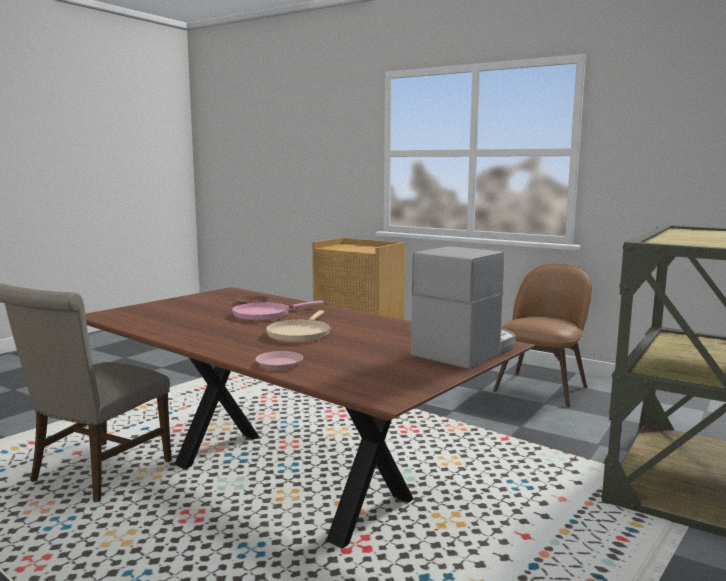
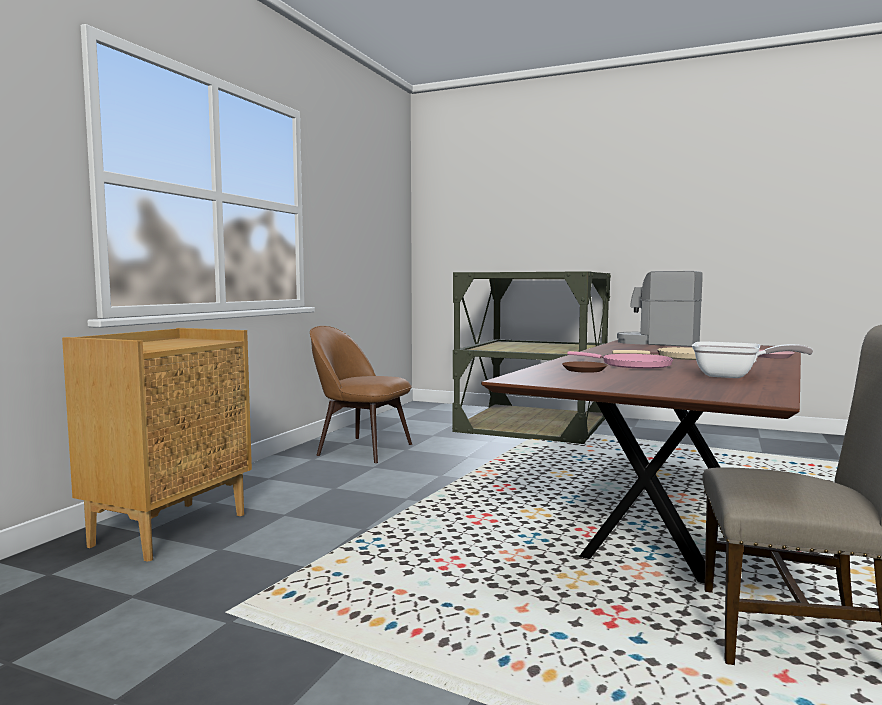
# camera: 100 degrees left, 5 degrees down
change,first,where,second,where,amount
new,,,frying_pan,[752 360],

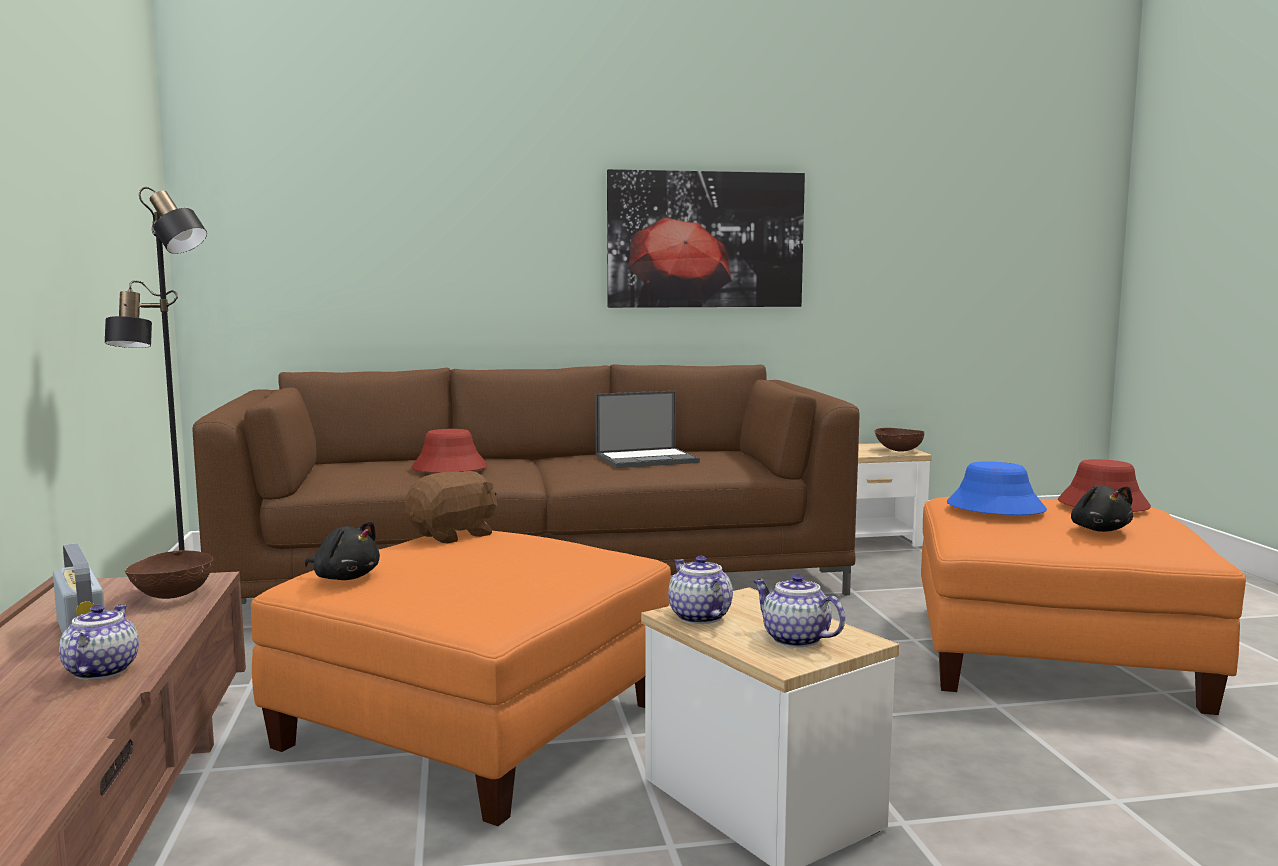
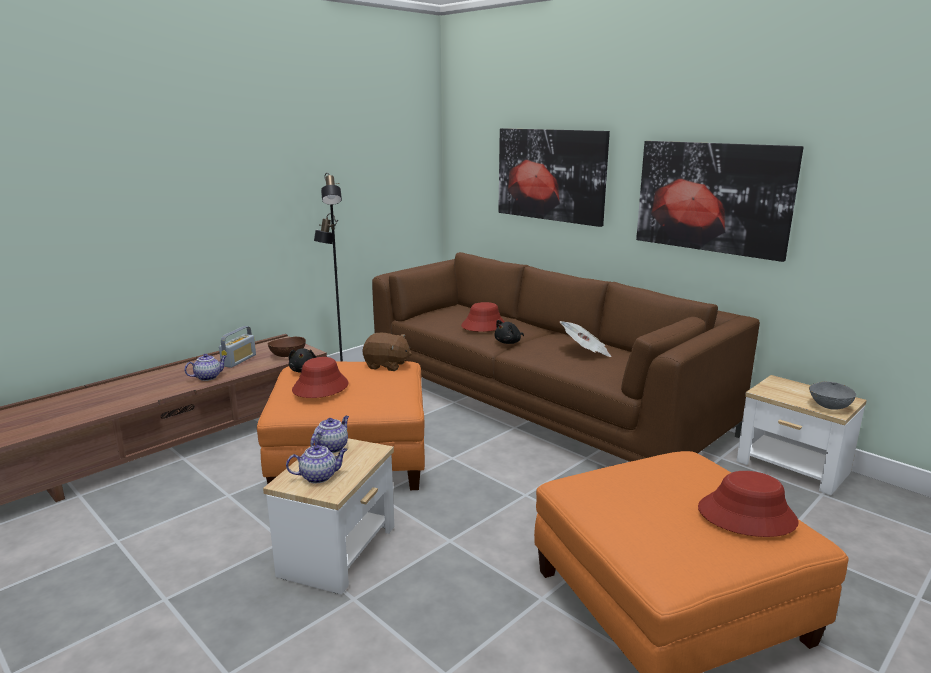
# camera: 55 degrees right, 10 degrees up
change,first,where,second,where,amount
gone,blue_hat,[997 488],,,
new,,,red_hat,[320 377],
new,,,picture,[554 177],
shifted,black_plush_toy,[1102 509],,[509 332],
swapped,laptop,[647 429],newspaper,[585 339],
repainted,brown_bowl,[899 440],grey_bowl,[832 395],
rotated,teapot,[799 611],,[316 464],60 degrees clockwise

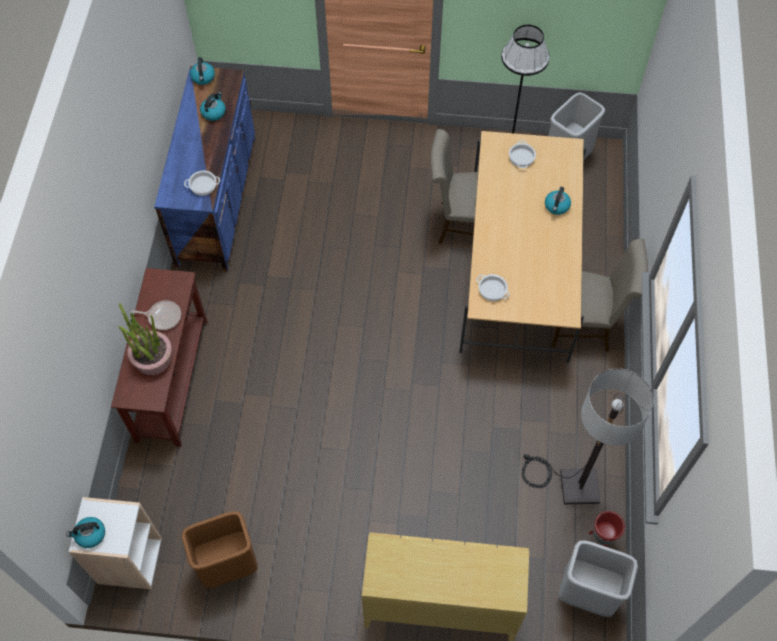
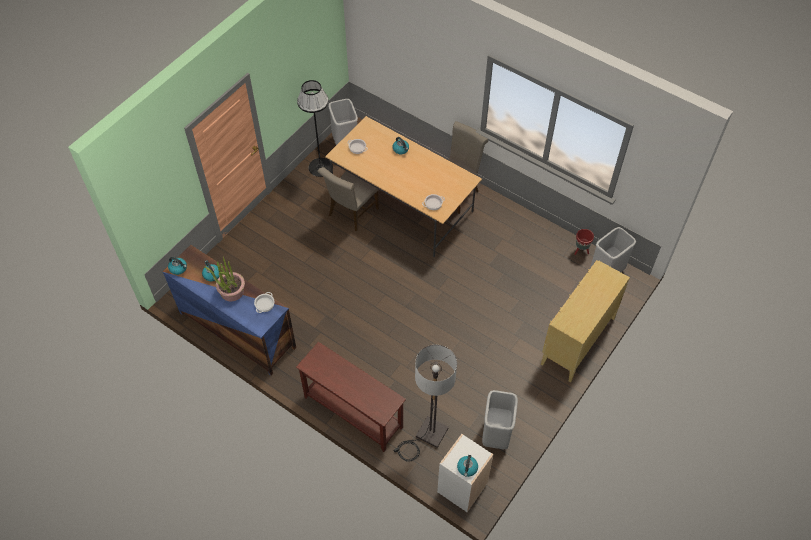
# camera: 60 degrees left, 5 degrees down
change,first,where,second,where,amount
gone,frying_pan,[156 315],,,
shifted,potted_plant,[145 339],,[224 279],
shifted,floor_lamp,[588 436],,[425 403],
repainted,brown_trash_can,[219 549],grey_trash_can,[500 419],

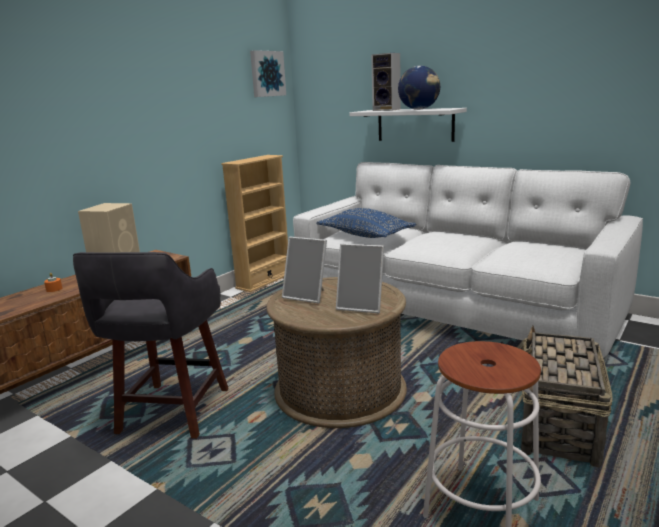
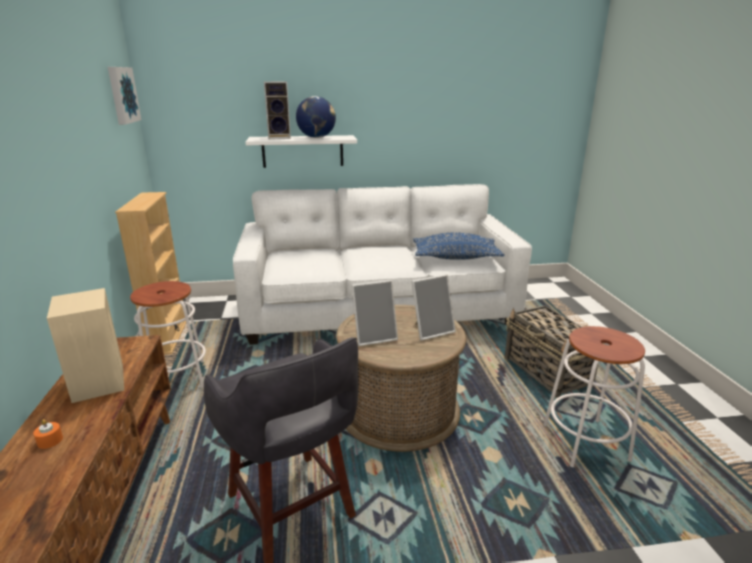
# camera: 45 degrees left, 5 degrees up
change,first,where,second,where,amount
new,,,white_stool,[168 334],
shifted,blue_pillow,[366 223],,[459 245],

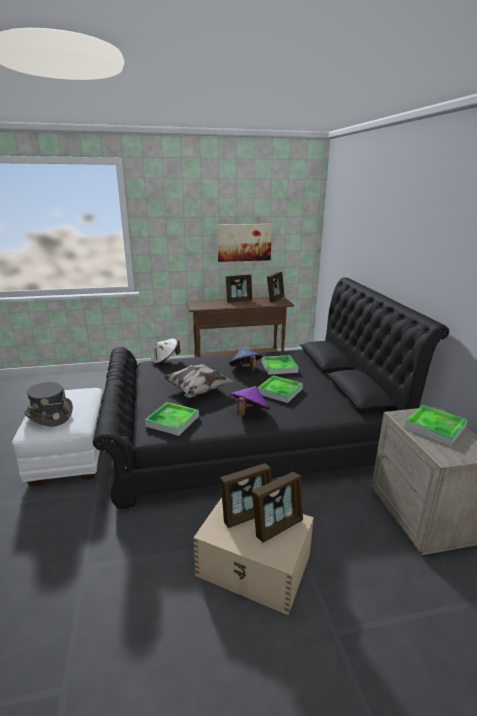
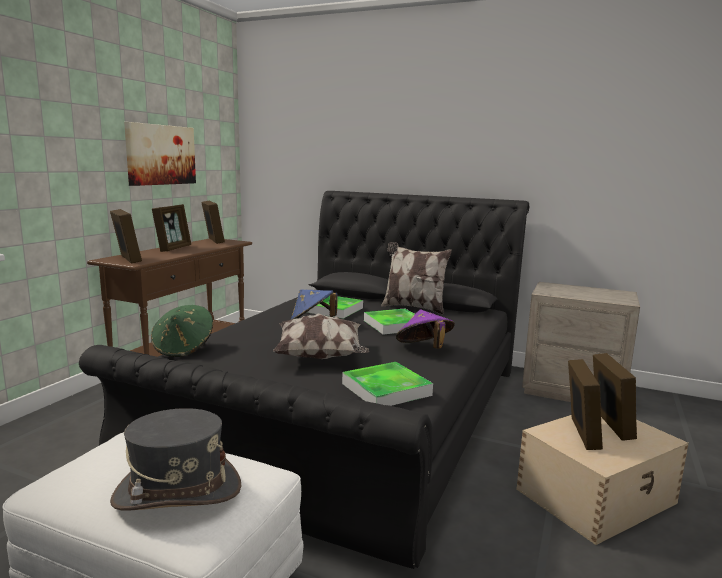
# camera: 55 degrees left, 10 degrees down
change,first,where,second,where,amount
gone,tray,[436 425],,,
new,,,picture_frame,[126 236],
new,,,pillow,[416 278],
repainted,white_hat,[166 352],green_hat,[182 331],

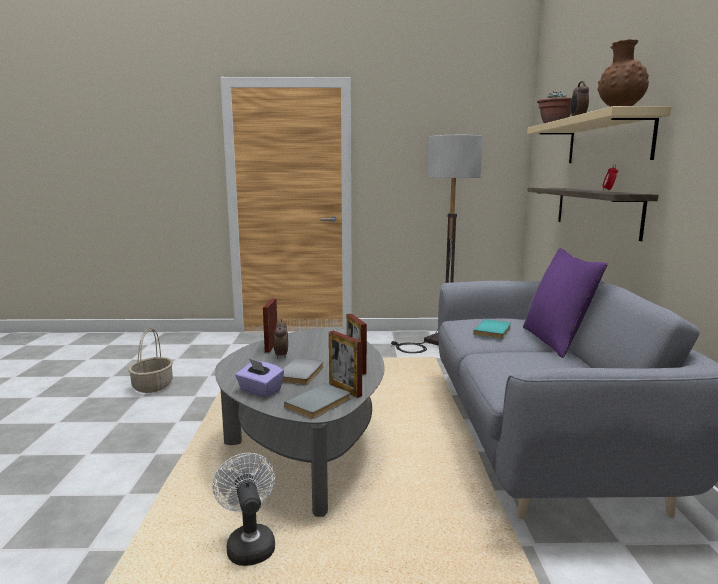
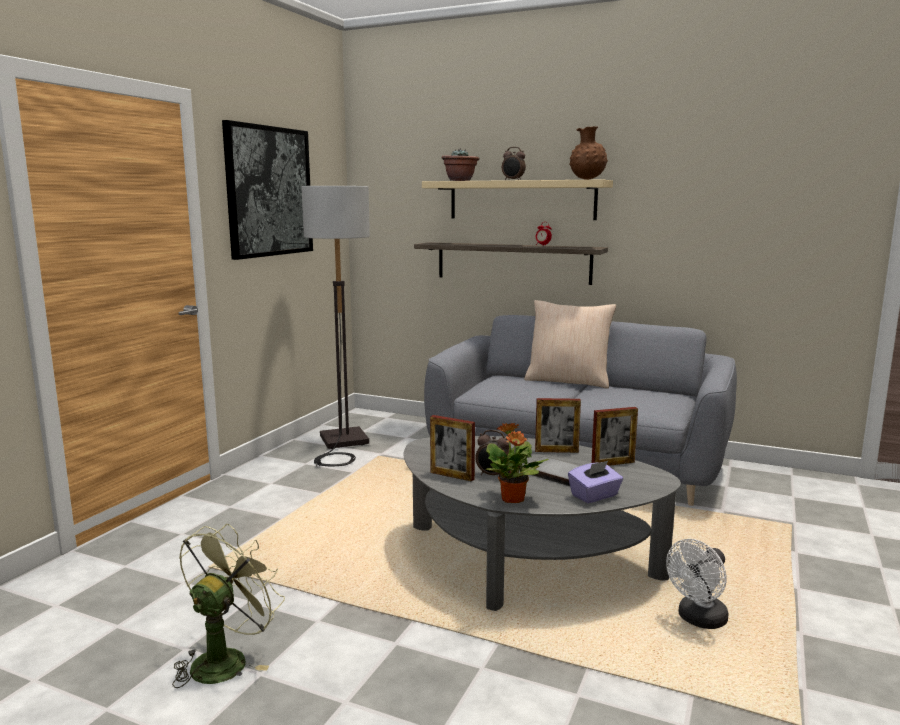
# camera: 65 degrees left, 0 degrees up
change,first,where,second,where,amount
gone,grey_book,[317 401],,,
gone,turquoise_book,[492 329],,,
new,,,picture,[267 190],
new,,,potted_plant,[517 463],
swapped,basket,[150 360],green_fan,[228 606],
repainted,purple_pillow,[565 303],beige_pillow,[570 344],
rotated,white_fan,[244 509],,[697 584],45 degrees counterclockwise

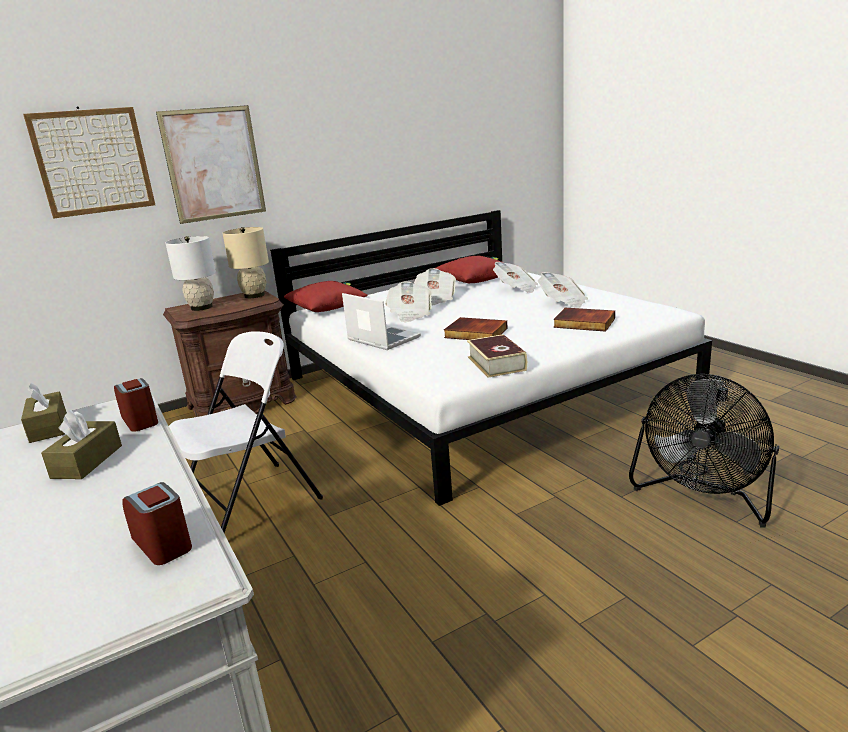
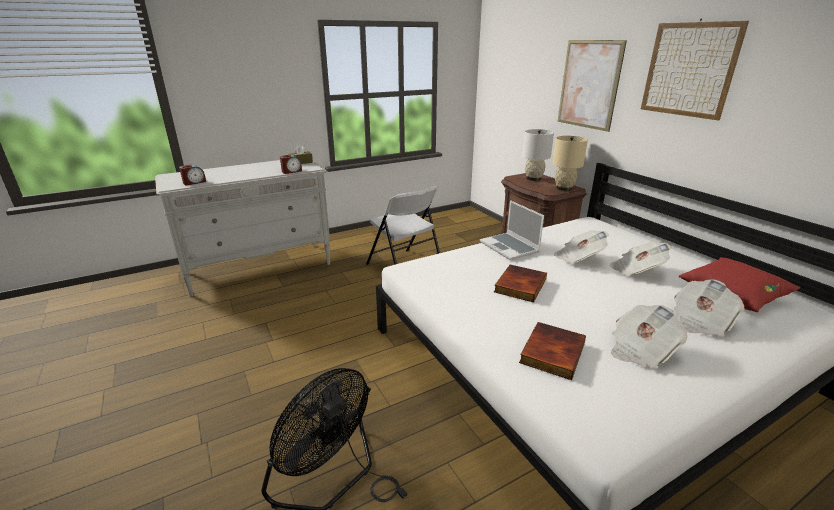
# camera: 90 degrees right, 5 degrees up
change,first,where,second,where,amount
gone,brown_tissue_box,[81 444],,,
gone,red_pillow,[325 296],,,
gone,book,[497 356],,,
shifted,picture,[89 162],,[695 69],
rotated,laptop,[381 321],,[512 230],105 degrees clockwise

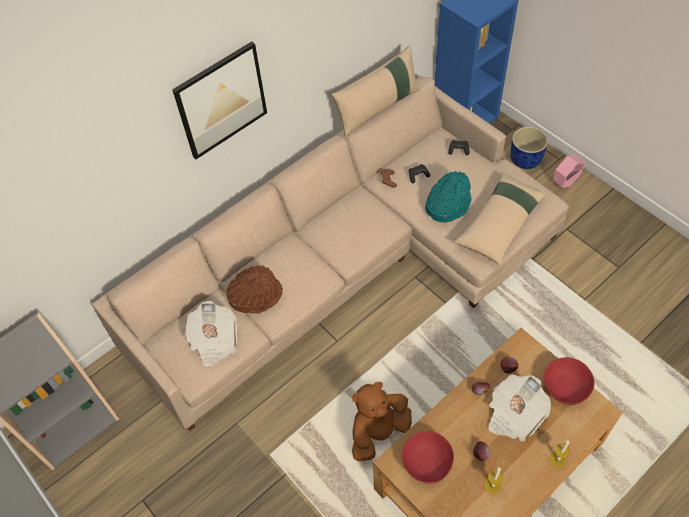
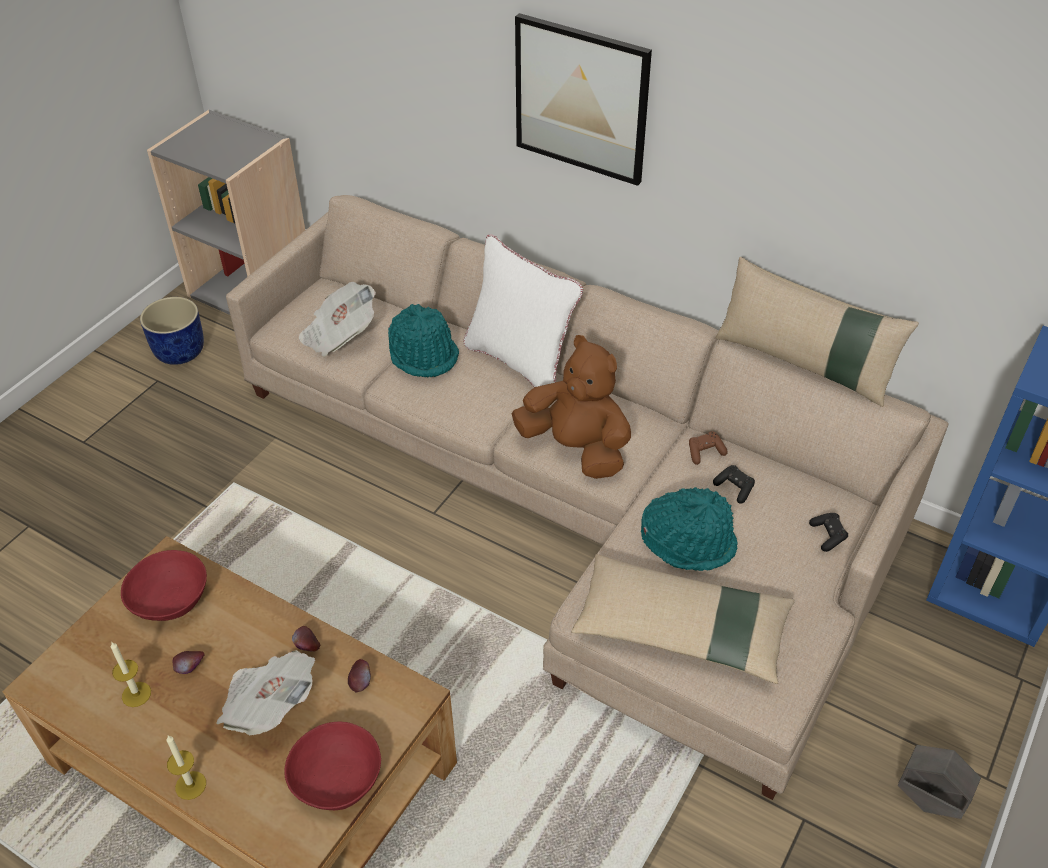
# camera: 70 degrees right, 10 degrees down
change,first,where,second,where,amount
new,,,white_pillow,[523 310],
shifted,brown_plush_toy,[382 421],,[571 407],
shifted,blue_planter,[529 148],,[172 331],
repainted,brown_hat,[254 289],turquoise_hat,[423 340],
repainted,pink_planter,[569 171],grey_planter,[939 782],

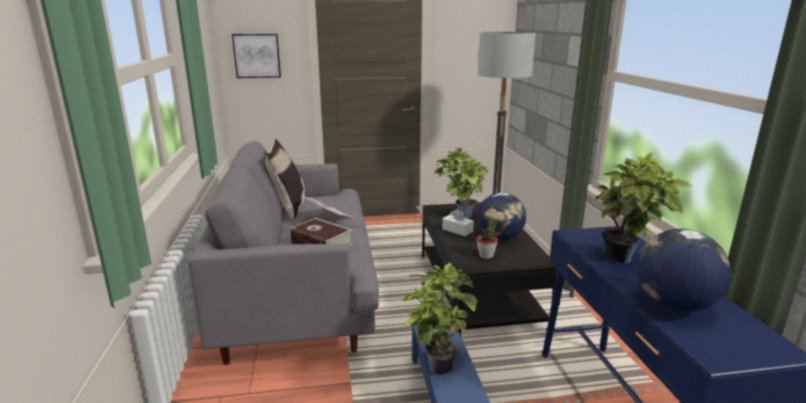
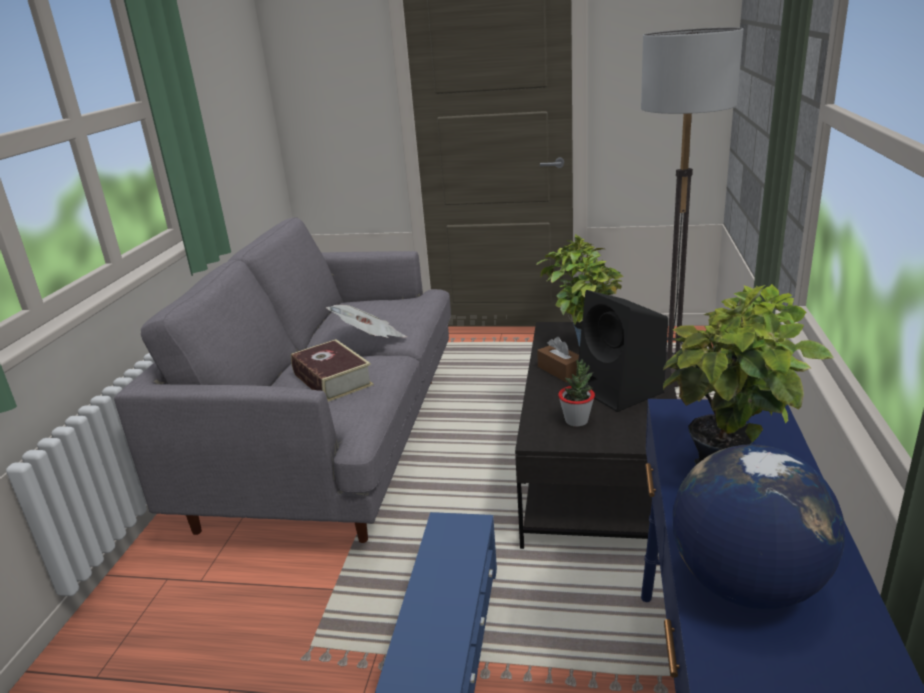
# camera: 20 degrees right, 5 degrees up
change,first,where,second,where,amount
gone,picture,[256 56],,,
gone,pillow,[285 179],,,
gone,potted_plant,[439 319],,,
swapped,globe,[502 216],black_speaker,[623 351],
repainted,white_tissue_box,[458 222],brown_tissue_box,[558 359],

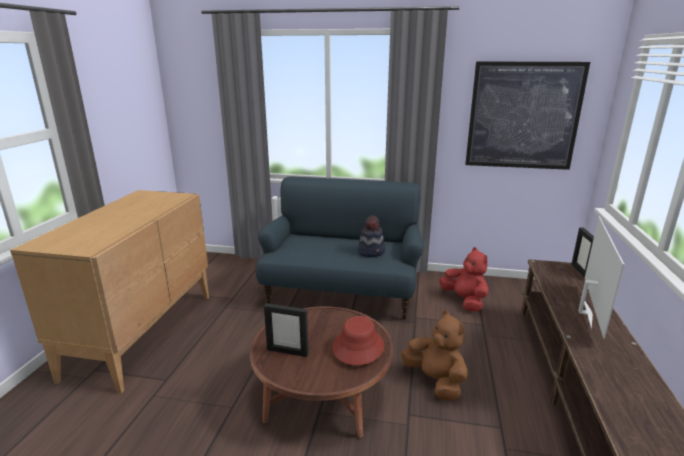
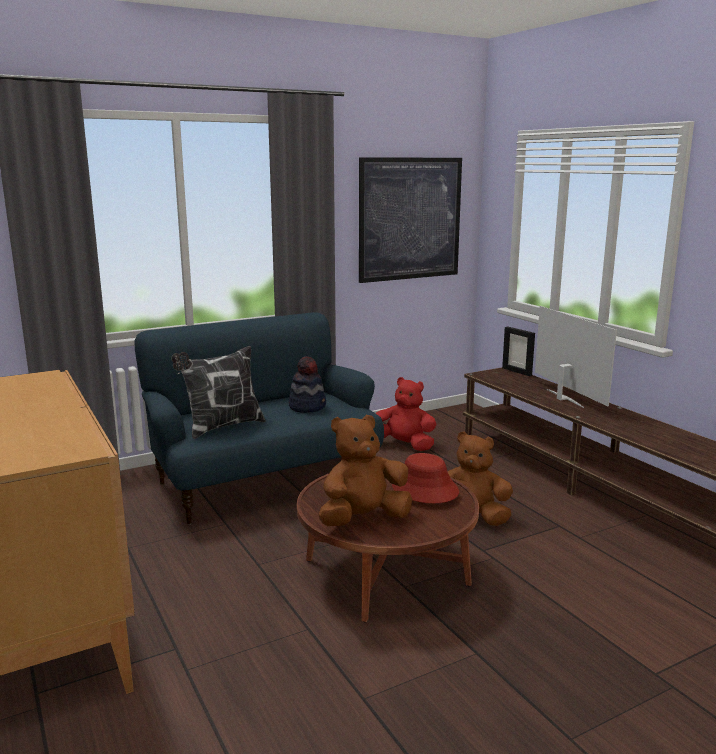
# camera: 40 degrees left, 5 degrees down
change,first,where,second,where,amount
new,,,pillow,[218 392],
swapped,picture_frame,[286 330],brown_plush_toy,[365 470],

